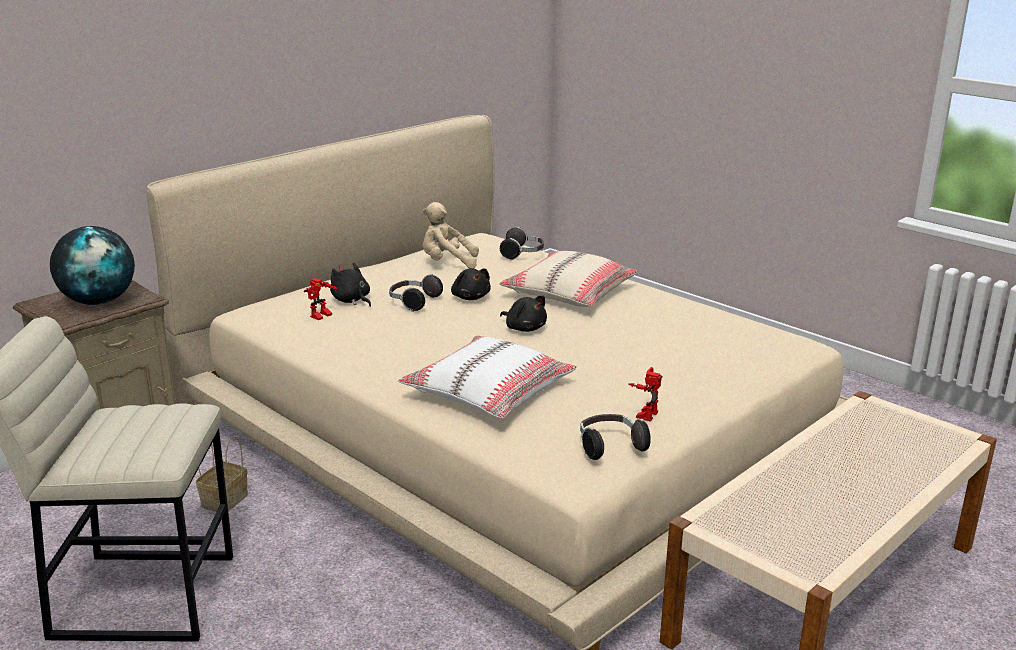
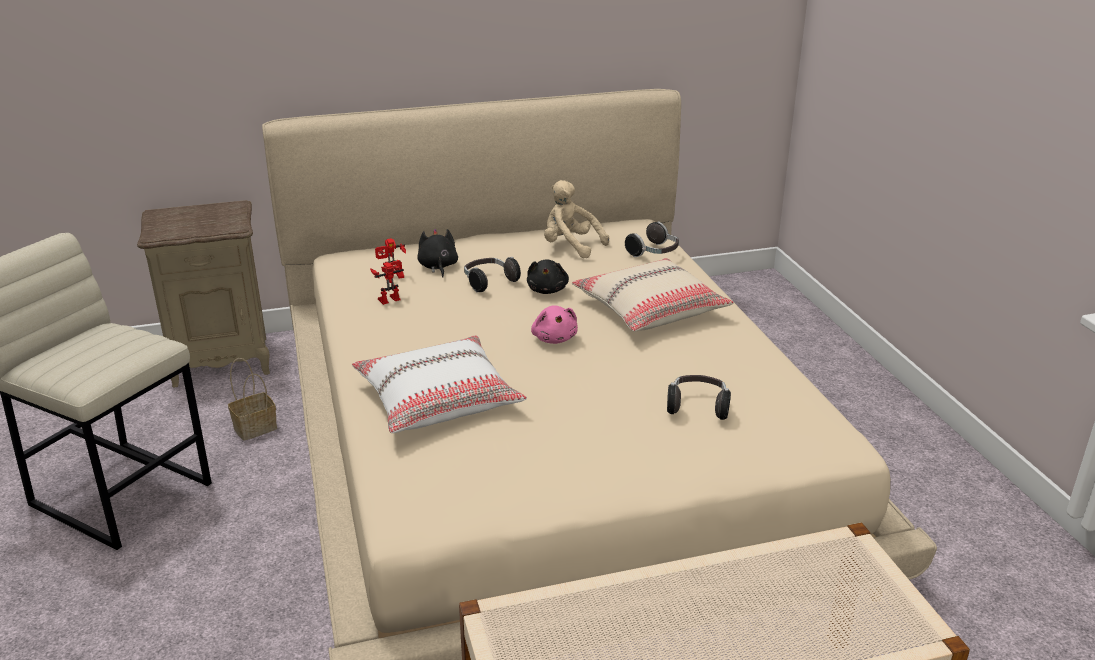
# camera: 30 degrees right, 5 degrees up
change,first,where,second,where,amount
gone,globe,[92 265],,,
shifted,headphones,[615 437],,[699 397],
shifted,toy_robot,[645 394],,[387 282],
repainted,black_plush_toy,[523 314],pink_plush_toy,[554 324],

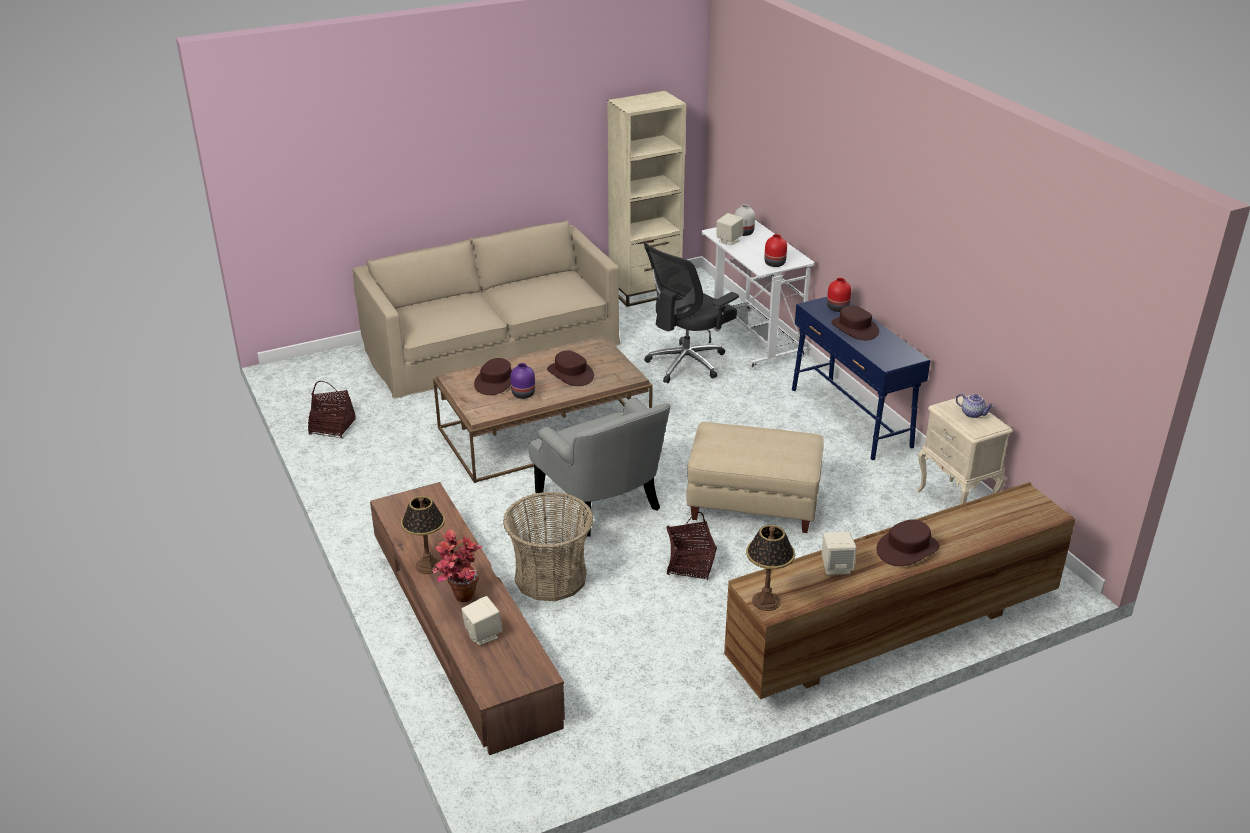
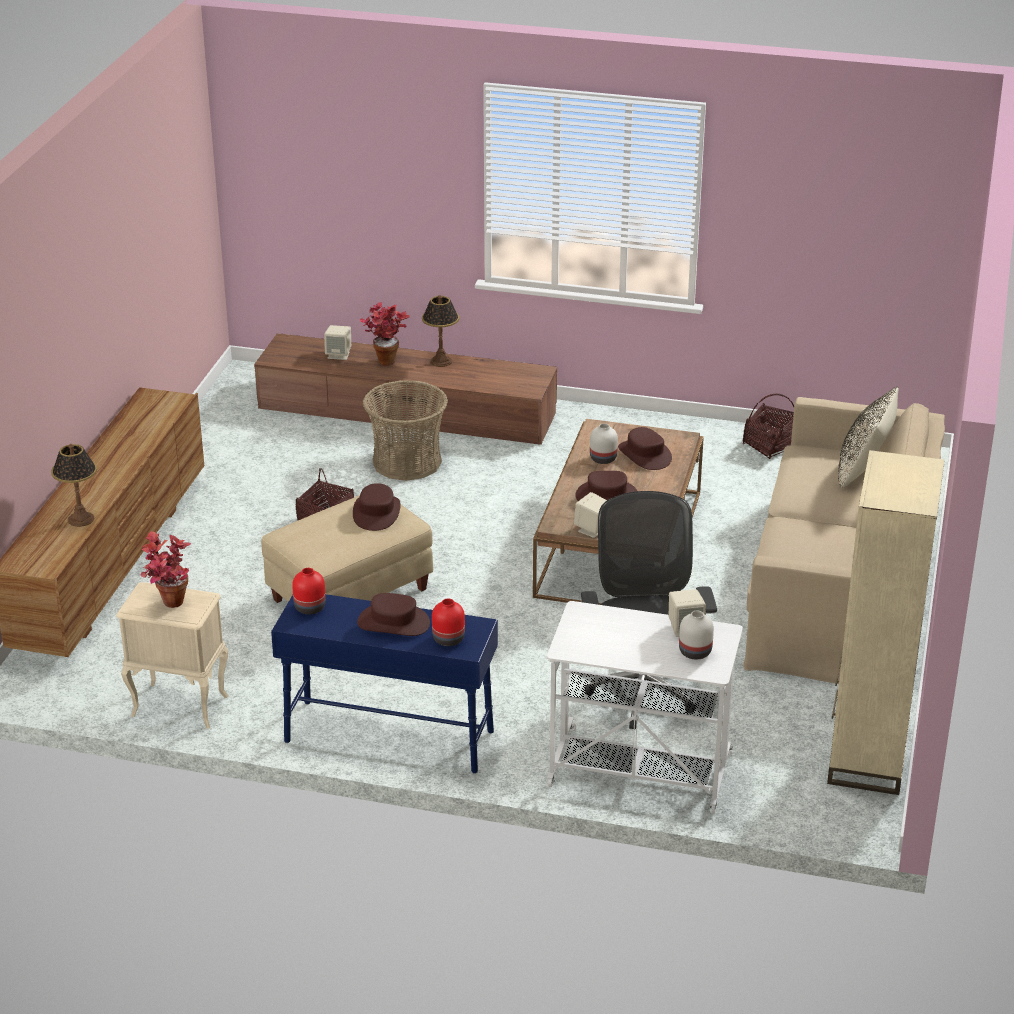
# camera: 130 degrees right, 0 degrees up
change,first,where,second,where,amount
gone,grey_armchair,[599 467],,,
new,,,beige_pillow,[868 437],
shifted,table_lamp,[770 568],,[74 485],
shifted,red_vase,[775 250],,[309 591],
shifted,beige_speaker,[839 553],,[590 515],
shifted,brown_hat,[908 542],,[377 507],
swapped,teapot,[975 405],potted_plant,[165 569],
repainted,purple_vase,[523 381],white_vase,[604 443],

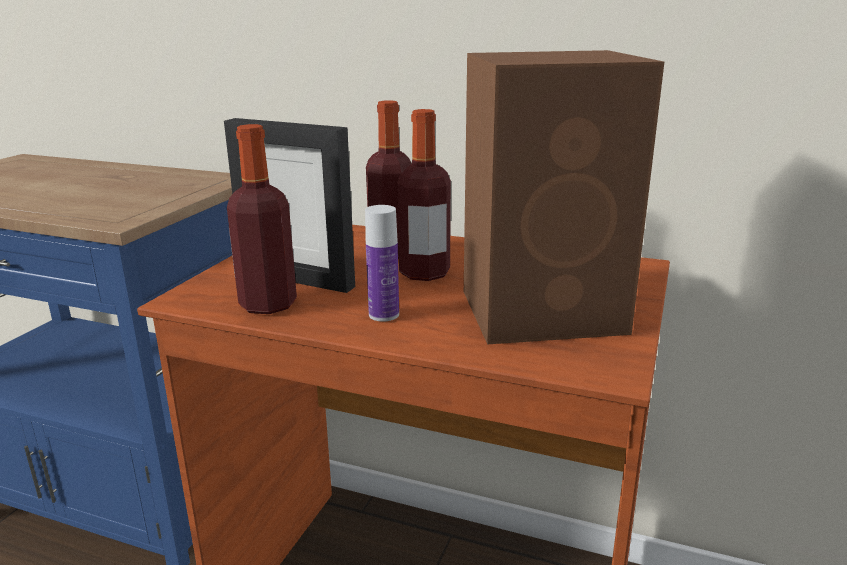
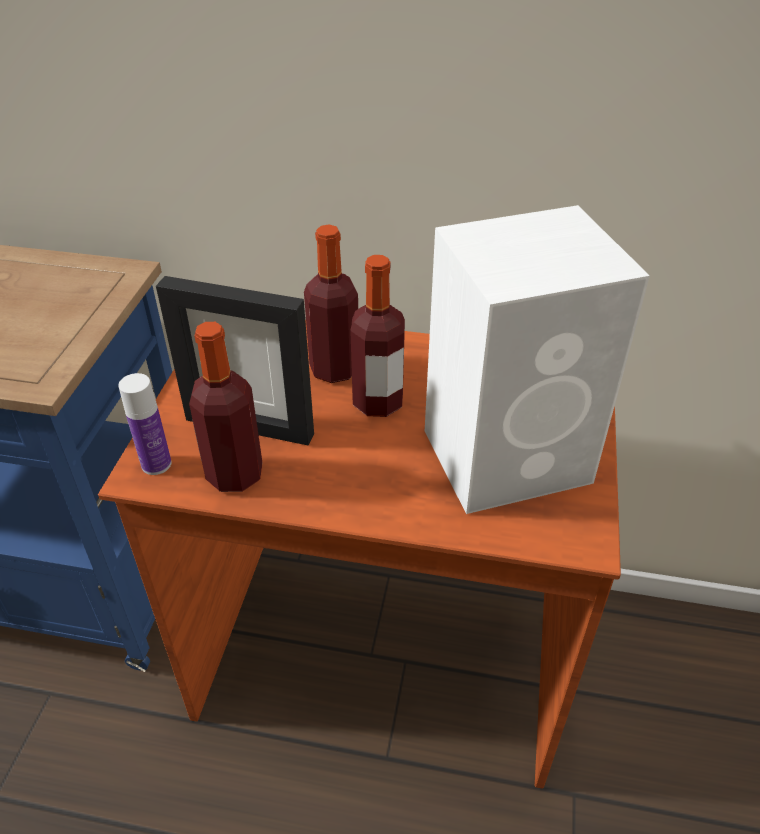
# camera: 10 degrees left, 20 degrees up
change,first,where,second,where,amount
shifted,bottle,[382 263],,[145 424],
repainted,brown_speaker,[564 197],white_speaker,[537 359],

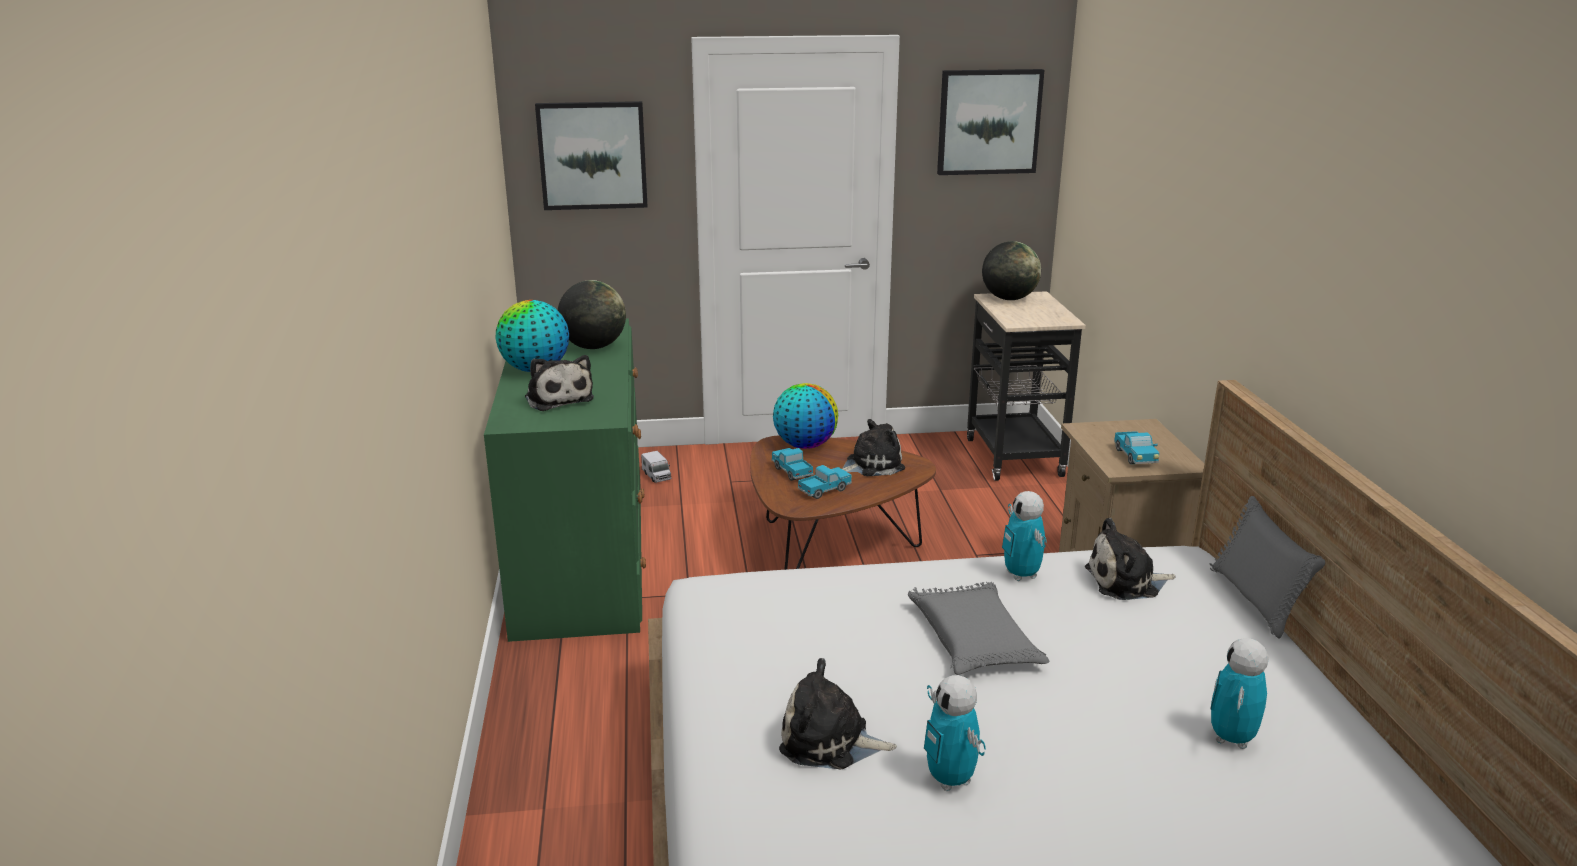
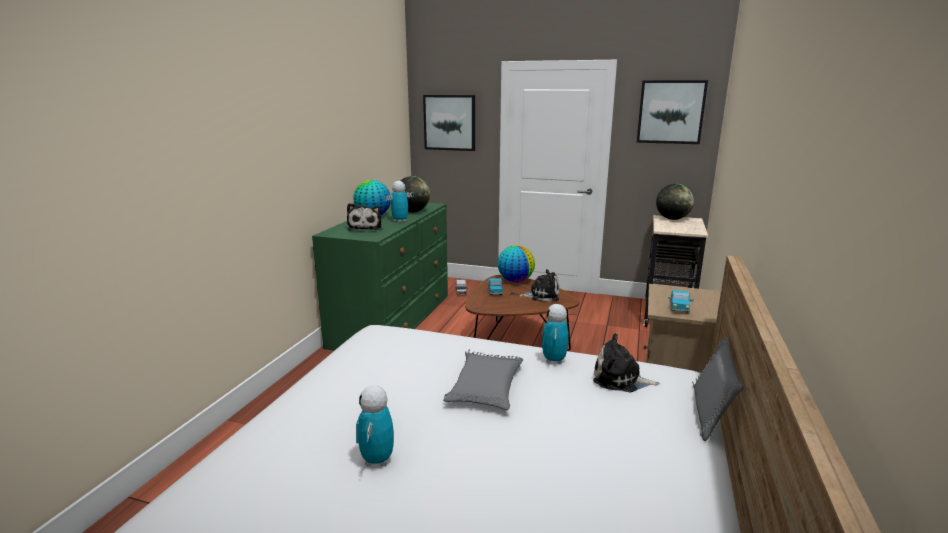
# camera: 25 degrees right, 5 degrees down
change,first,where,second,where,amount
gone,plush_toy,[838 714],,,
gone,toy_truck,[825 482],,,
shifted,toy_robot,[1239 693],,[399 202],

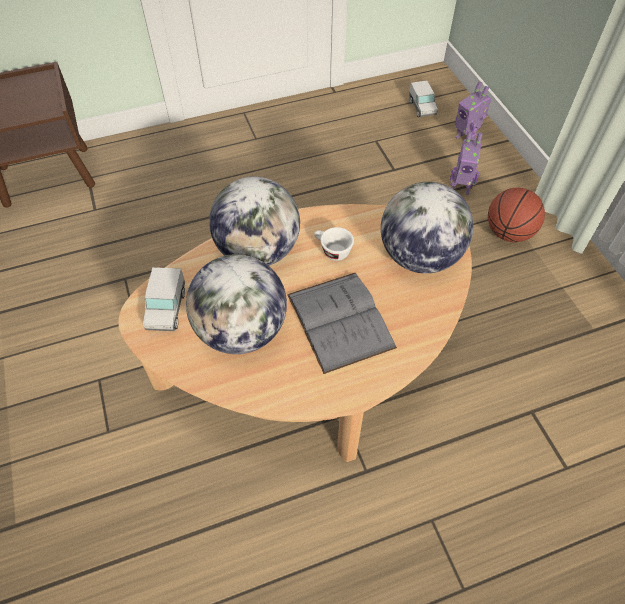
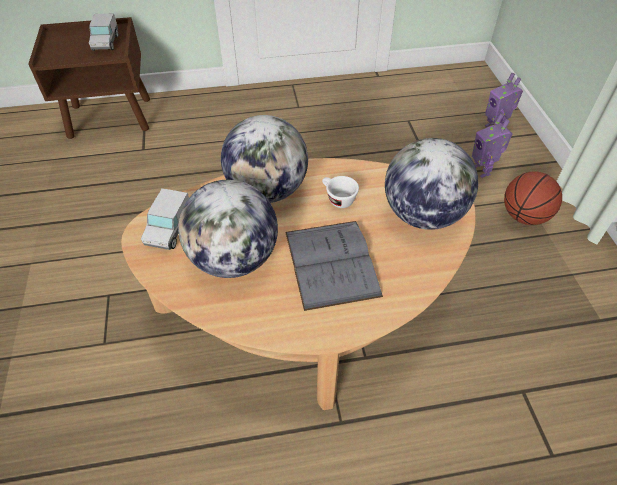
# camera: 10 degrees right, 5 degrees down
change,first,where,second,where,amount
shifted,toy_truck,[423 99],,[103 32],
rotated,toy_robot,[466 163],,[492 146],45 degrees clockwise

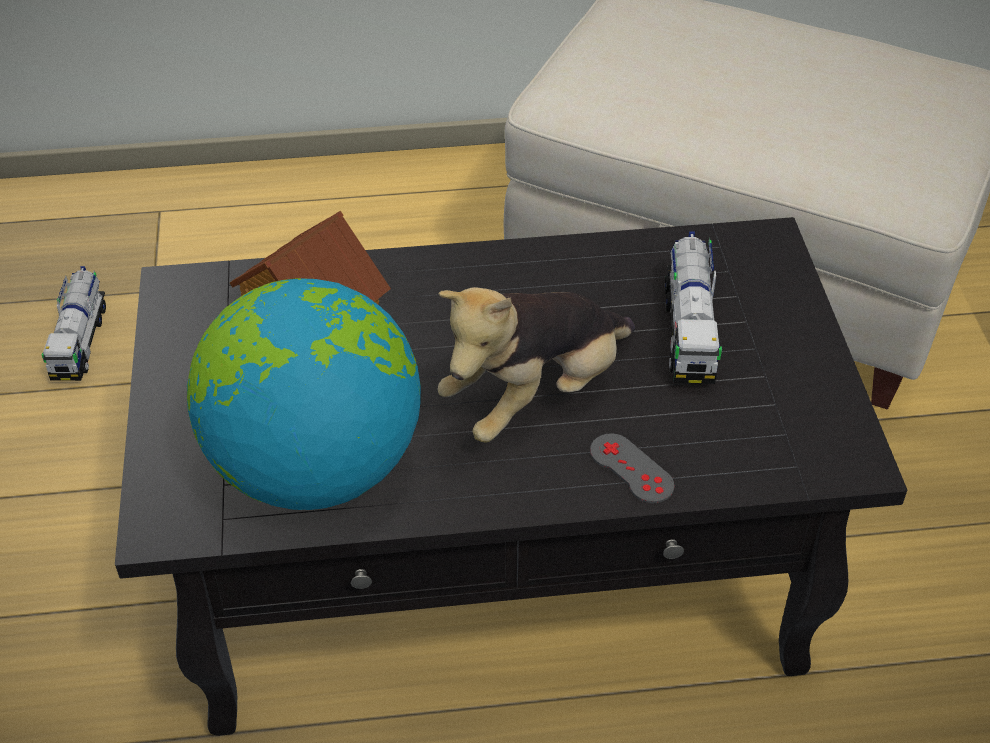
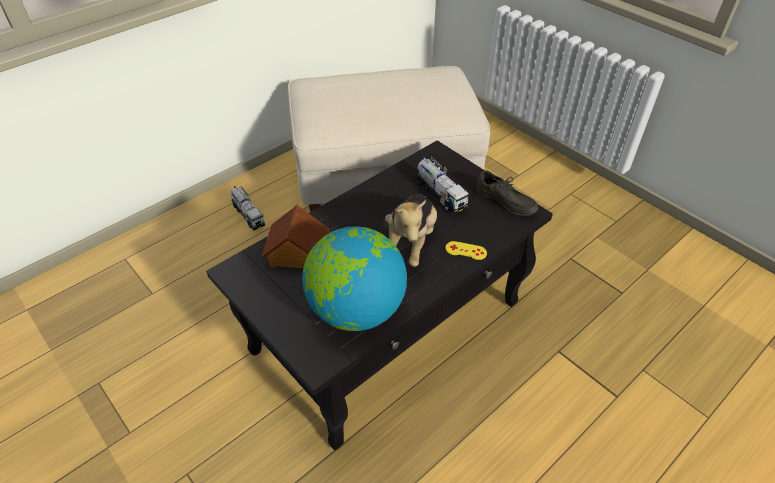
# camera: 35 degrees left, 0 degrees up
change,first,where,second,where,amount
new,,,grey_shoe,[508 193],
shifted,toy_truck,[74 323],,[248 208],
repainted,grey_game_controller,[632 468],yellow_game_controller,[466 250],

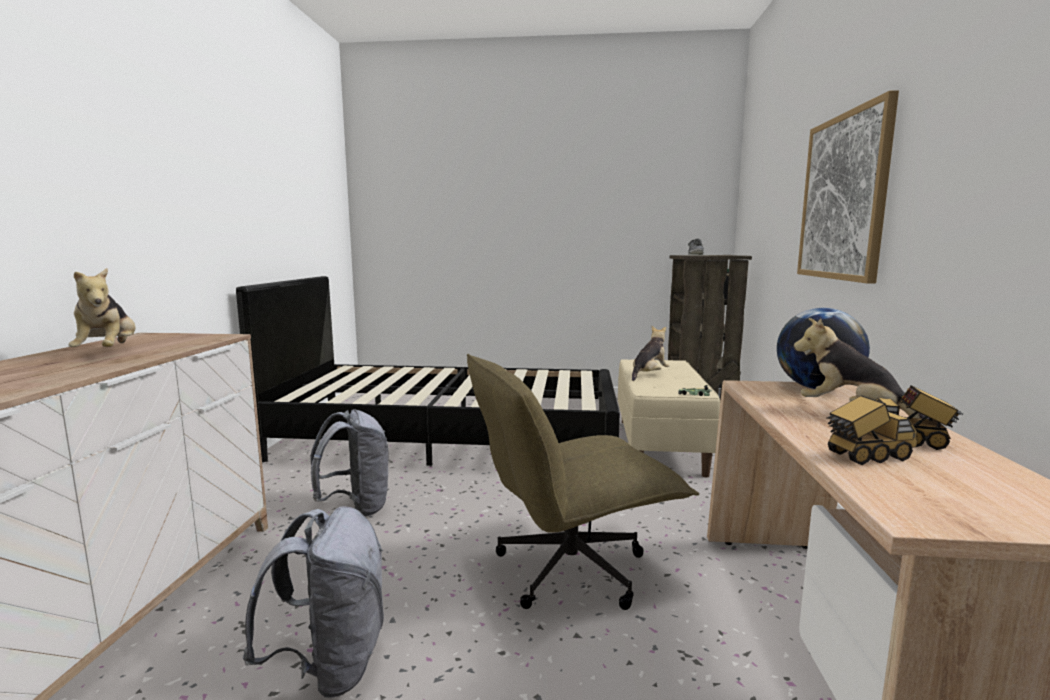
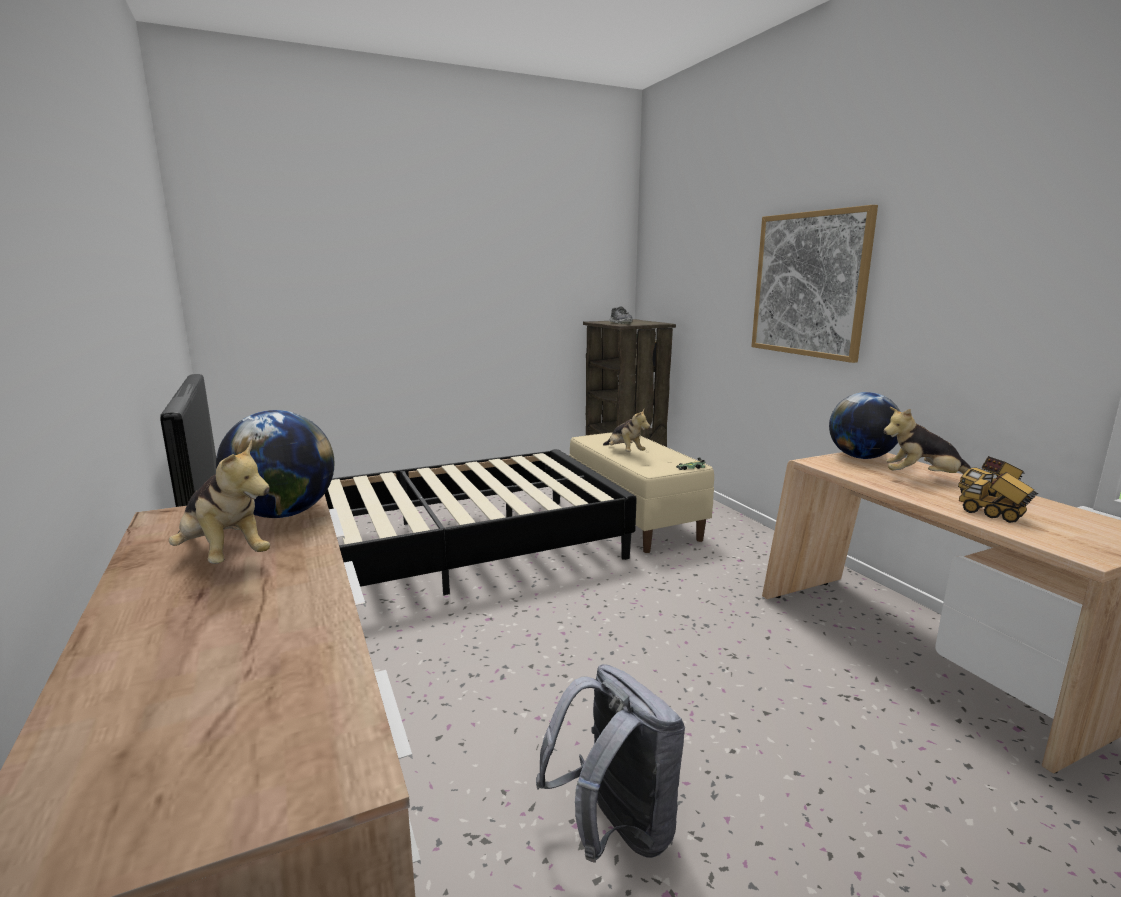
# camera: 30 degrees left, 5 degrees up
change,first,where,second,where,amount
gone,grey_backpack,[350 463],,,
gone,beige_office_chair,[583 482],,,
new,,,globe,[275 464],
rotated,plush_toy,[650 353],,[626 431],135 degrees clockwise
rotated,toy_truck,[871 430],,[998 497],90 degrees counterclockwise

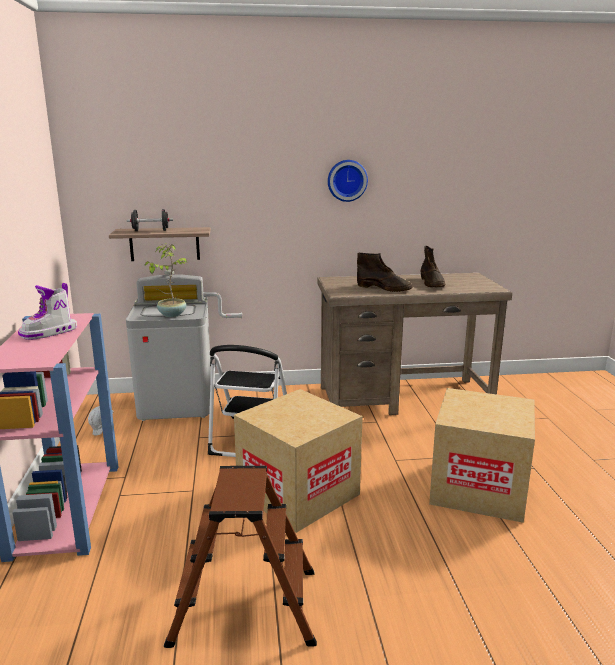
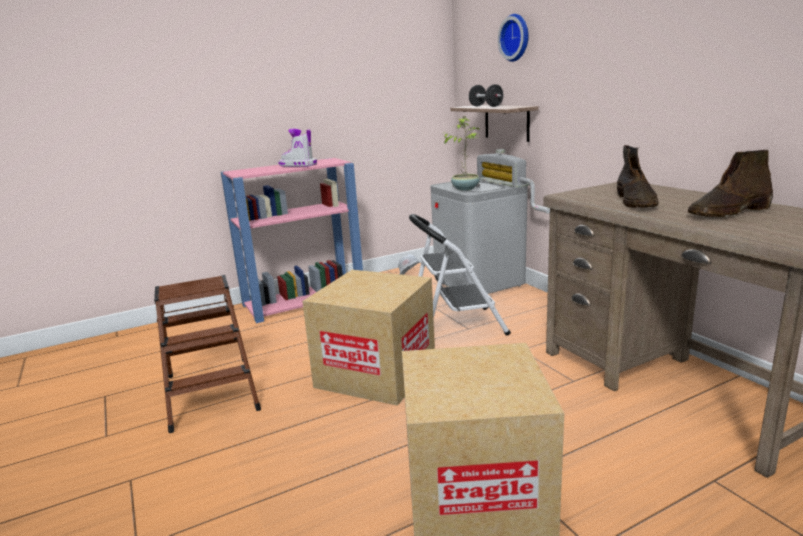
# camera: 70 degrees right, 0 degrees up
change,first,where,second,where,amount
shifted,wall_clock,[348 181],,[513 38],

